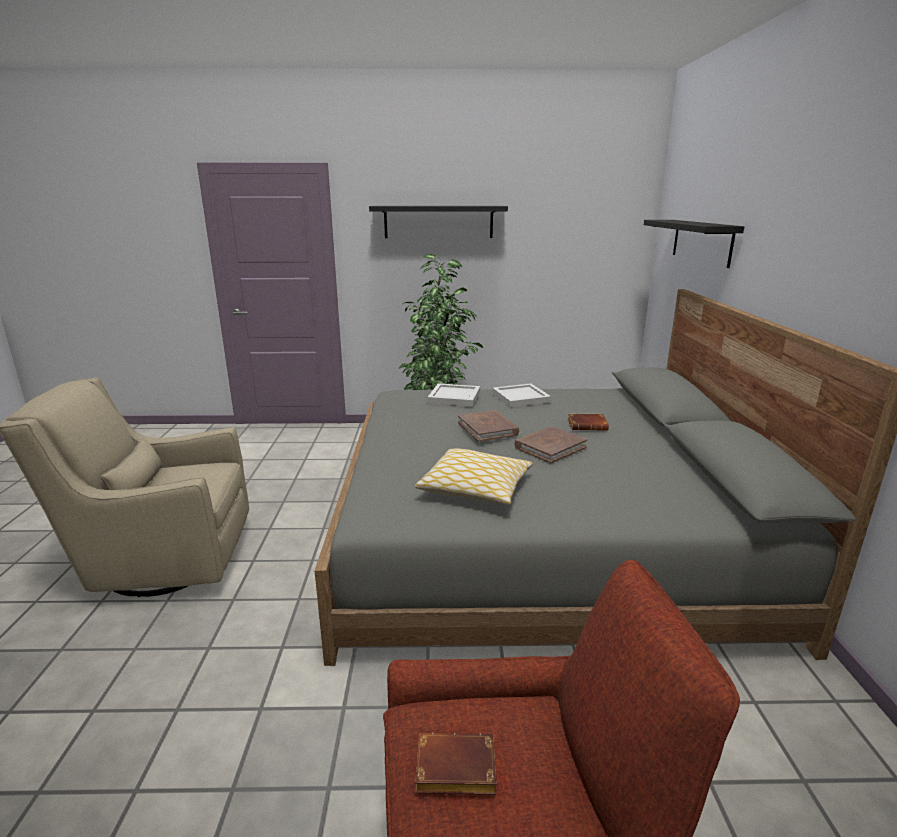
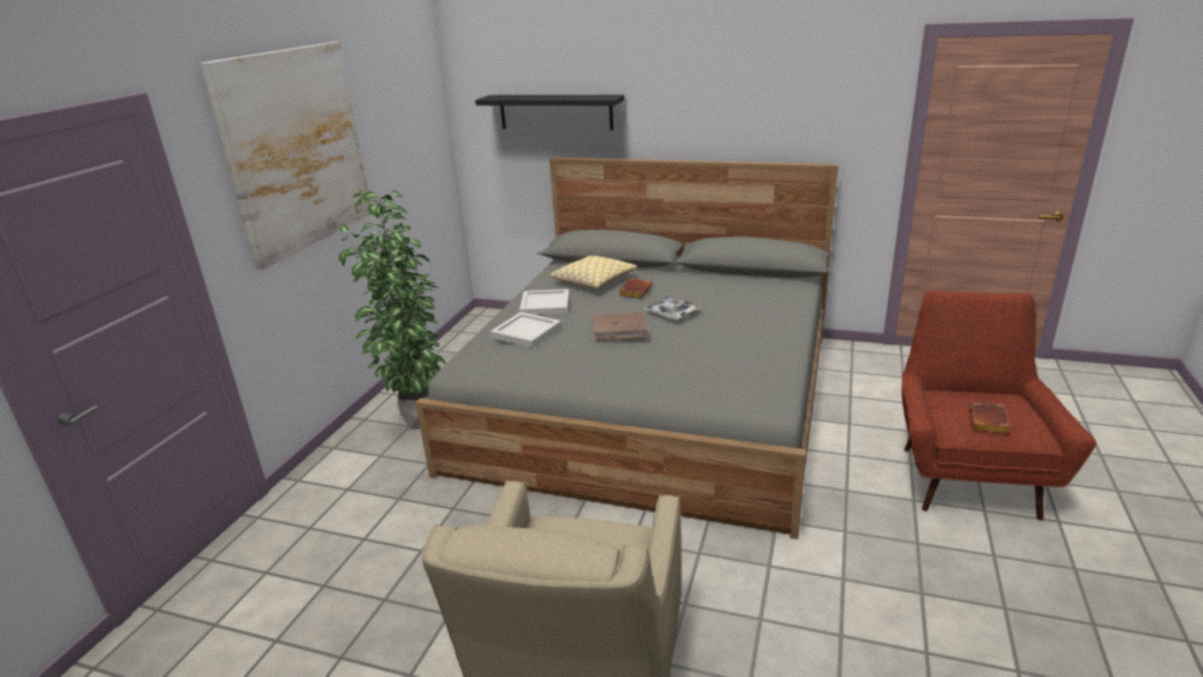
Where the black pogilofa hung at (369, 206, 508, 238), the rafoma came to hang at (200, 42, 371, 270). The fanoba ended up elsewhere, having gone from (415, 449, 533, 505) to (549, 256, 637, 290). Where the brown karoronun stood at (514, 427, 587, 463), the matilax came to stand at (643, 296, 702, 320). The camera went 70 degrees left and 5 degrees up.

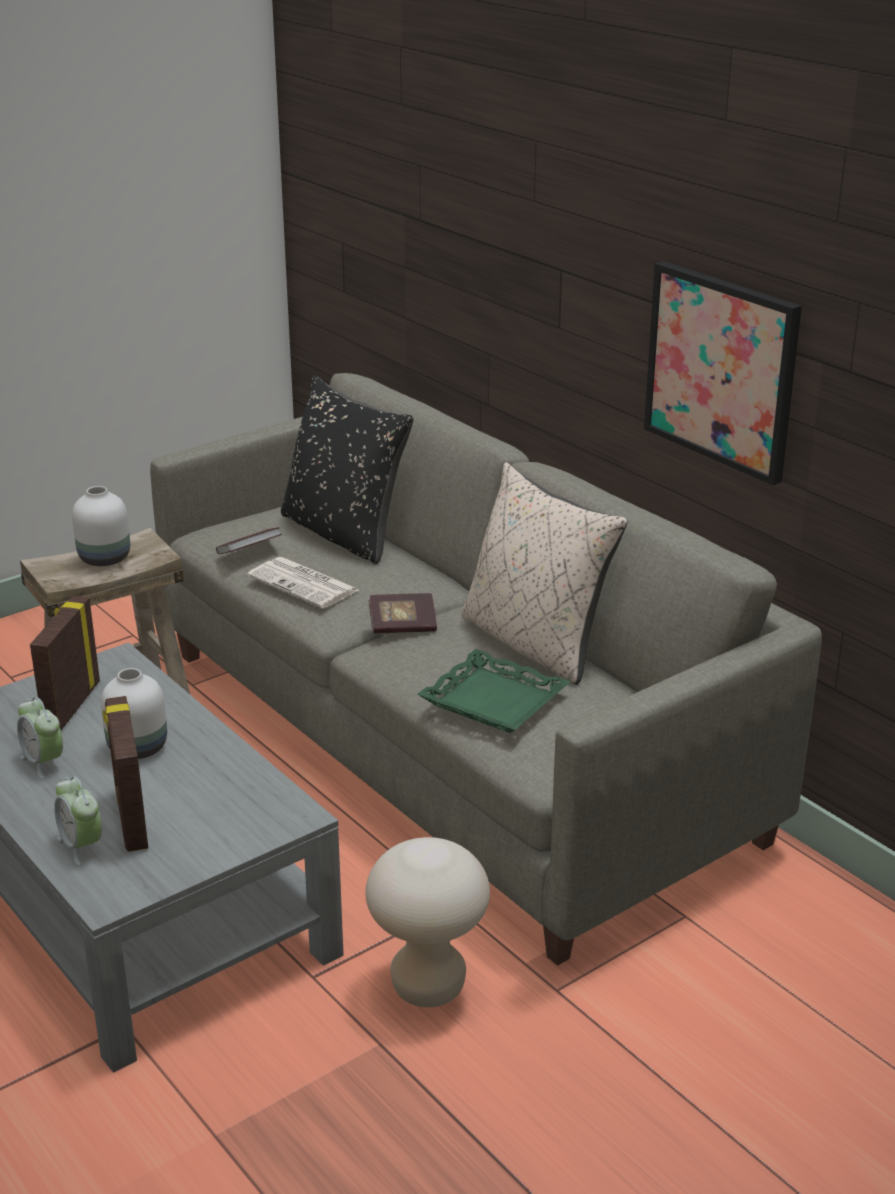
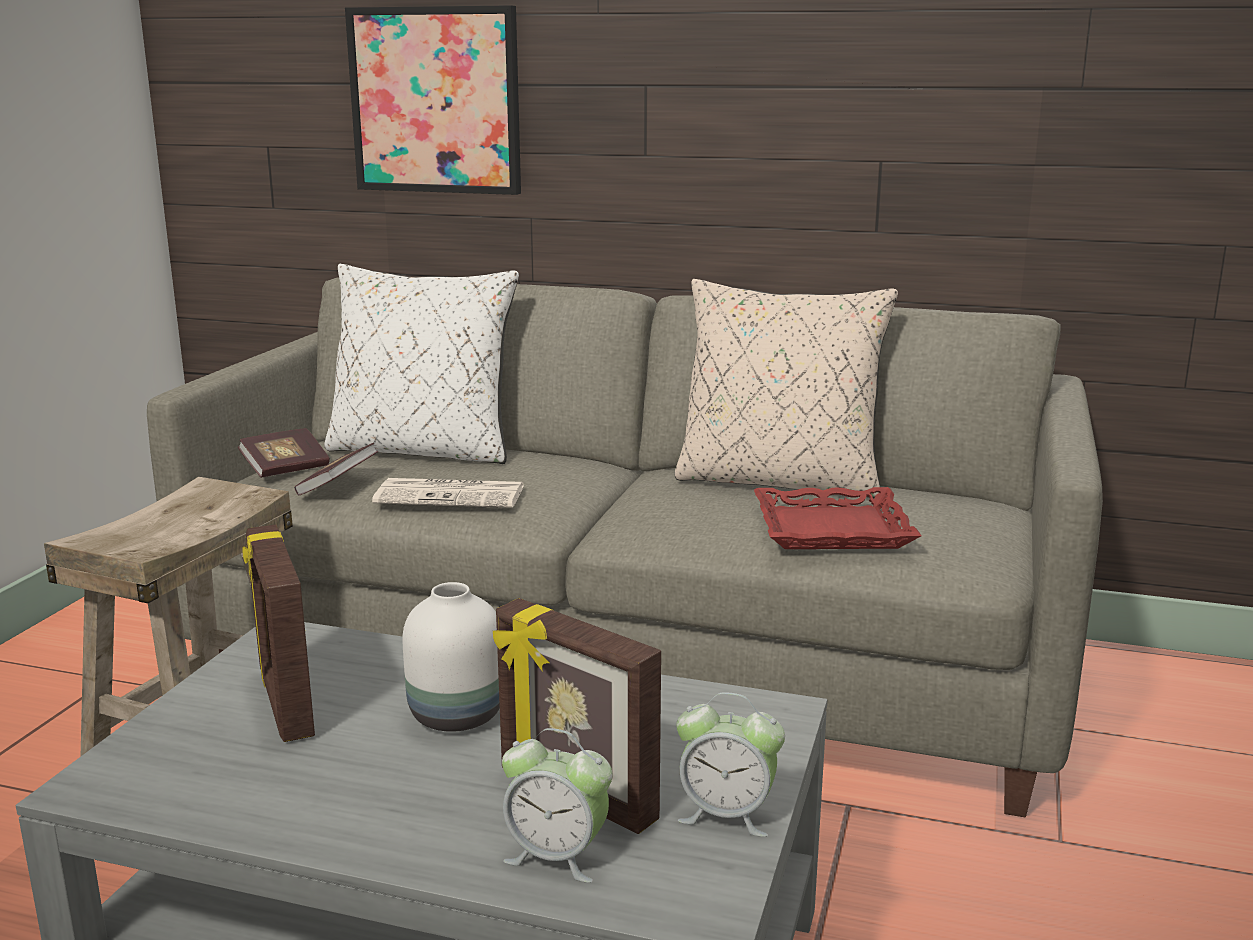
The karoronun ended up elsewhere, having gone from (368, 593, 437, 634) to (238, 428, 330, 478). What was the black fanoba at (281, 375, 414, 565) turned into the white fanoba at (324, 264, 519, 464). The rafoma ended up elsewhere, having gone from (644, 261, 802, 485) to (345, 5, 521, 195). The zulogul ended up elsewhere, having gone from (17, 697, 63, 779) to (676, 692, 785, 837). What was the green matilax at (418, 649, 570, 733) turned into the red matilax at (754, 487, 921, 549). The second view lost the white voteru at (72, 486, 130, 566). The second view lost the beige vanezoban at (365, 837, 490, 1007). The camera went 35 degrees left and 10 degrees down.

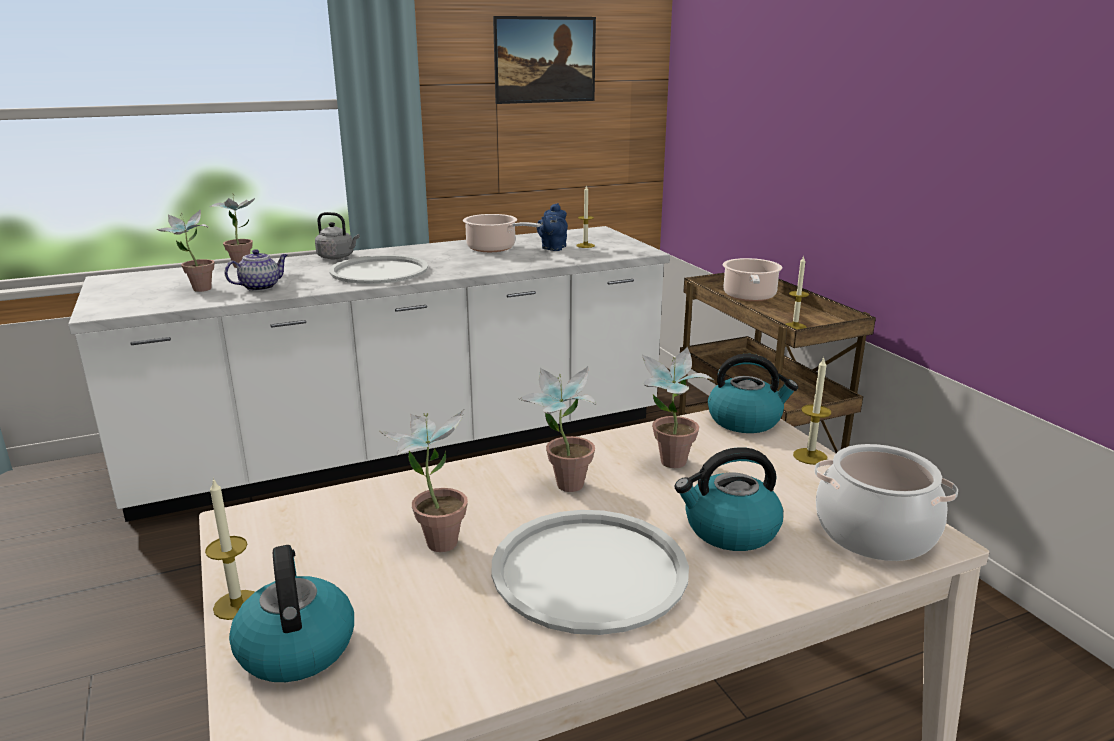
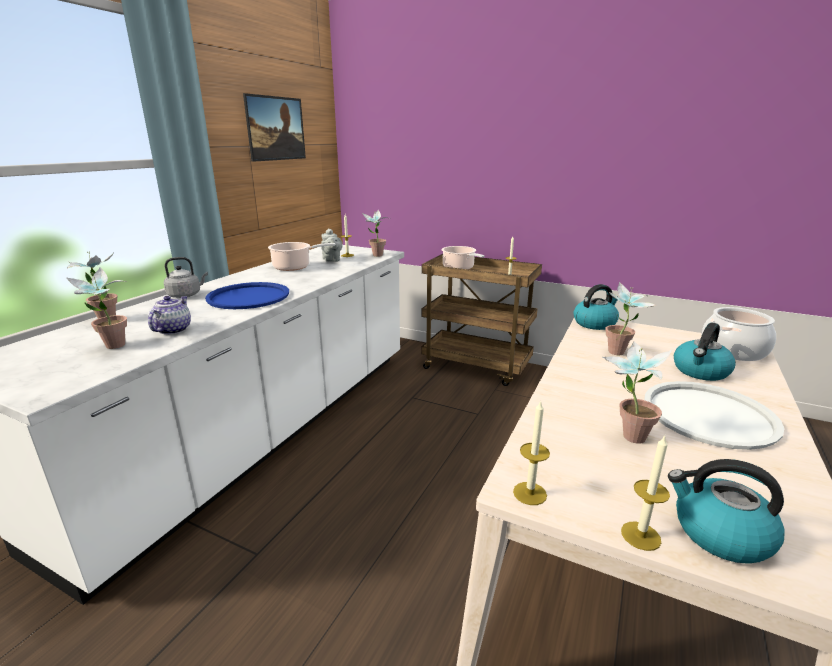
What was the white matilax at (329, 255, 428, 284) turned into the blue matilax at (205, 282, 289, 309). What was the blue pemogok at (537, 203, 568, 251) turned into the grey pemogok at (321, 228, 343, 262). The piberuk ended up elsewhere, having gone from (520, 366, 597, 492) to (362, 210, 390, 257). The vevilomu ended up elsewhere, having gone from (793, 357, 831, 465) to (513, 400, 550, 505). The camera went 40 degrees left and 0 degrees up.

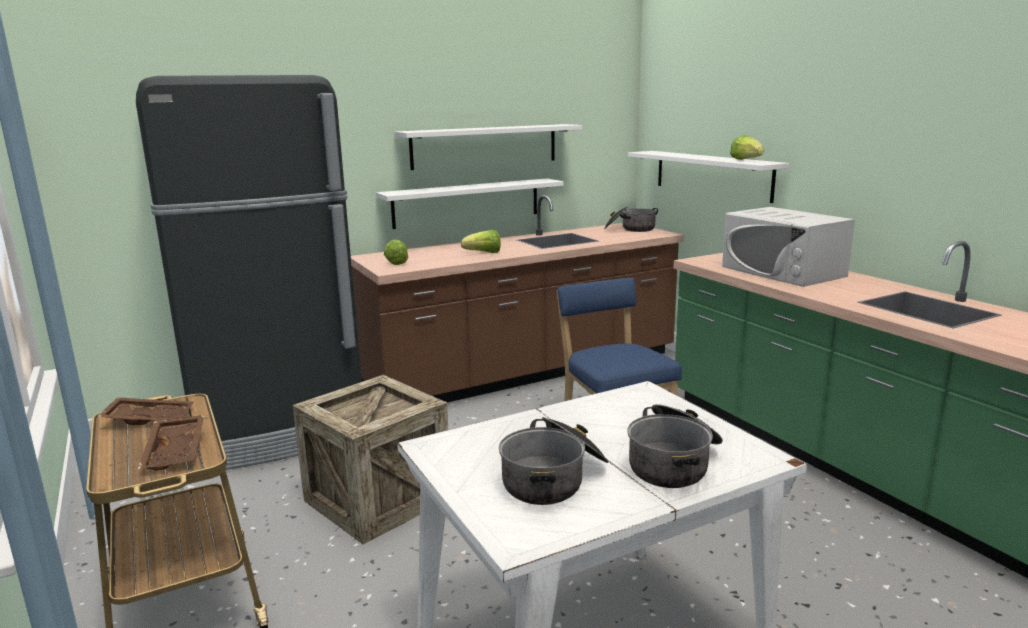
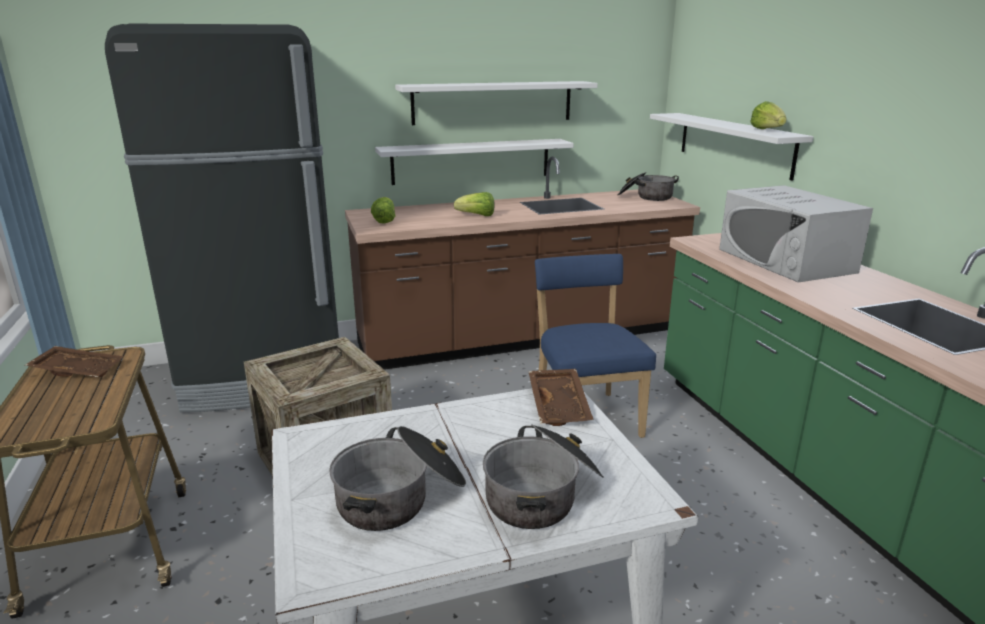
The brown matilax ended up elsewhere, having gone from (138, 415, 204, 471) to (528, 369, 594, 426). The camera went 10 degrees right and 5 degrees up.

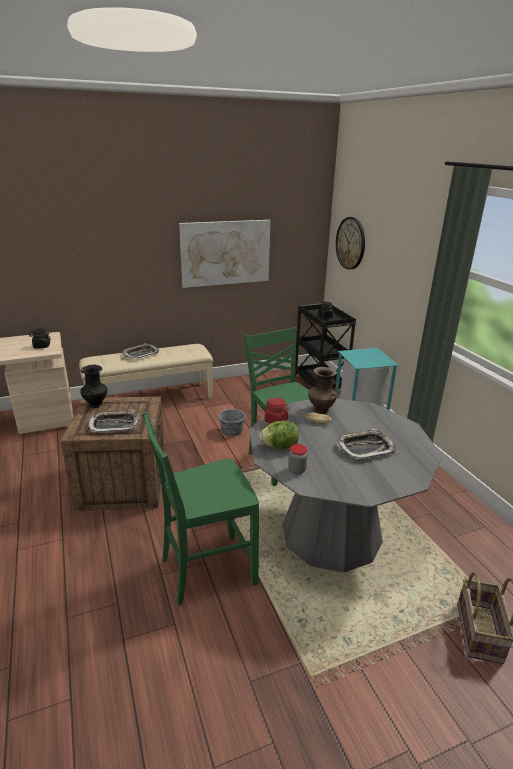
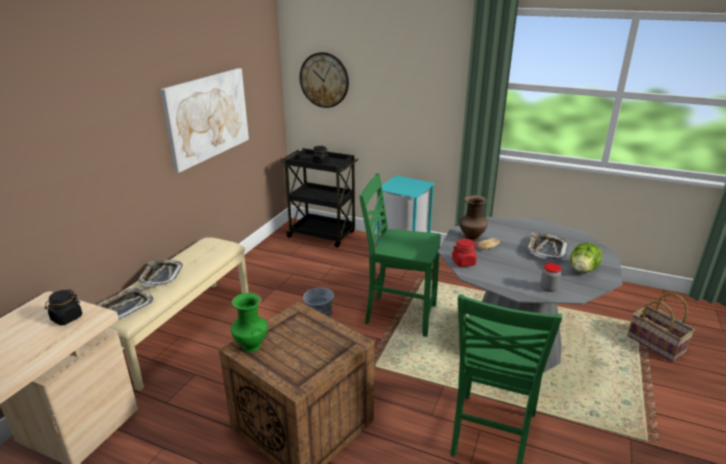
The matilax ended up elsewhere, having gone from (88, 410, 140, 432) to (97, 288, 154, 319). What was the black voteru at (80, 365, 108, 408) turned into the green voteru at (231, 293, 267, 352). The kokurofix ended up elsewhere, having gone from (259, 421, 299, 449) to (570, 243, 602, 273). The camera went 45 degrees left and 0 degrees up.

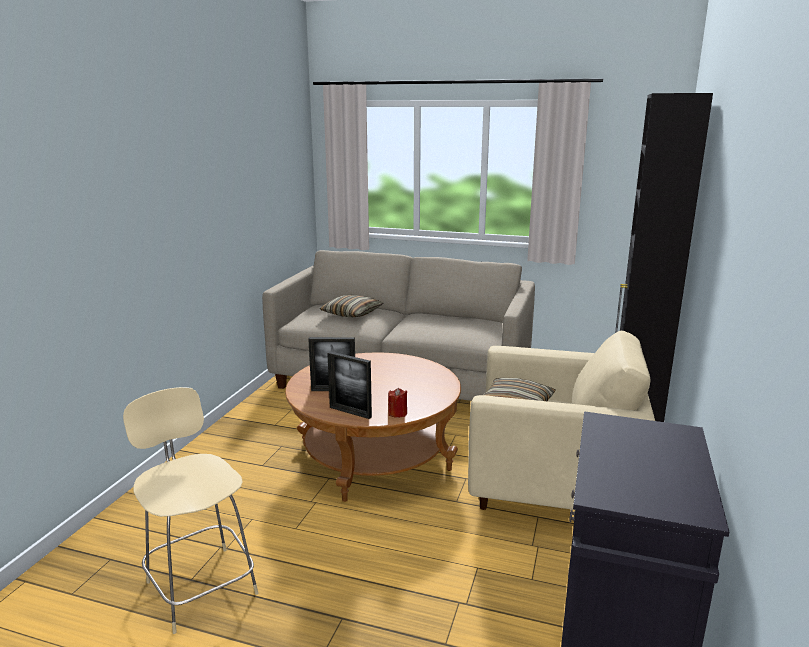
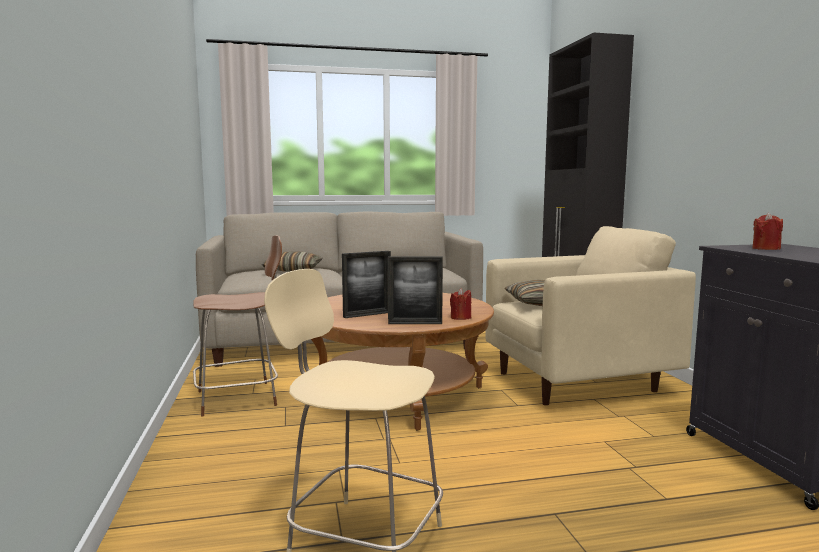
The second view gained the brown vanezoban at (193, 235, 282, 416). The second view gained the red vevilomu at (752, 213, 783, 250). The camera went 30 degrees left and 10 degrees down.

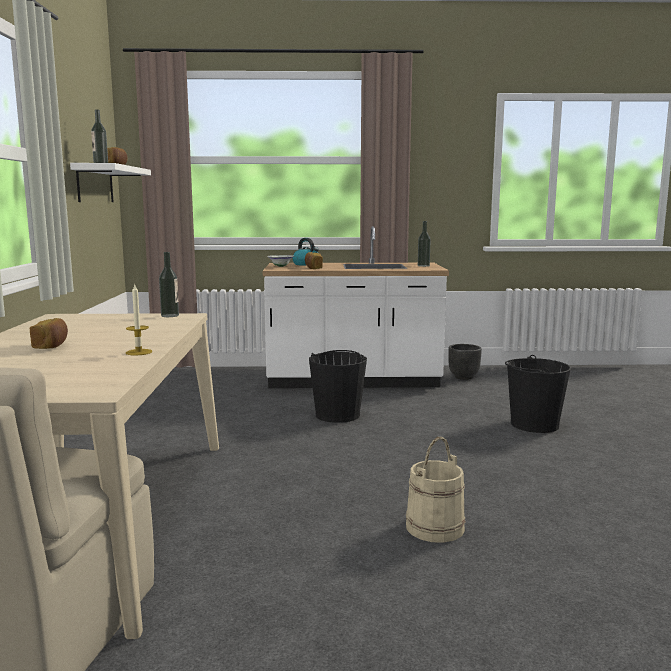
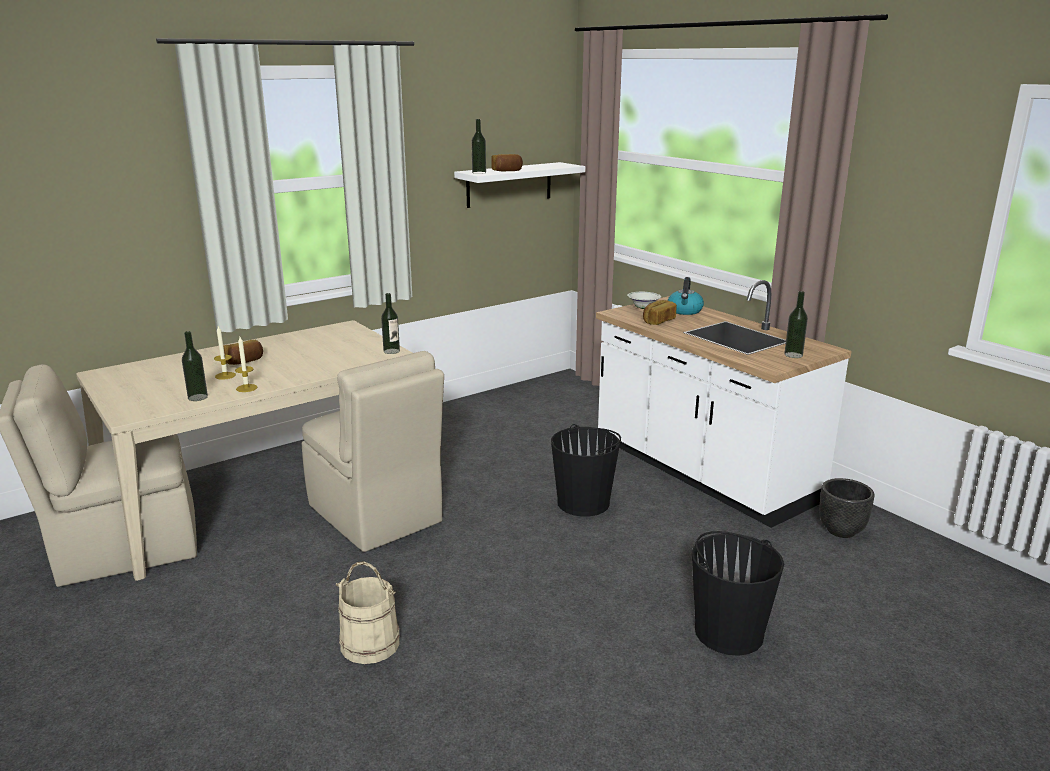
The second view gained the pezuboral at (182, 331, 208, 401). The second view gained the vevilomu at (214, 326, 236, 380). The second view gained the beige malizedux at (302, 351, 444, 552). The camera went 55 degrees right and 10 degrees up.

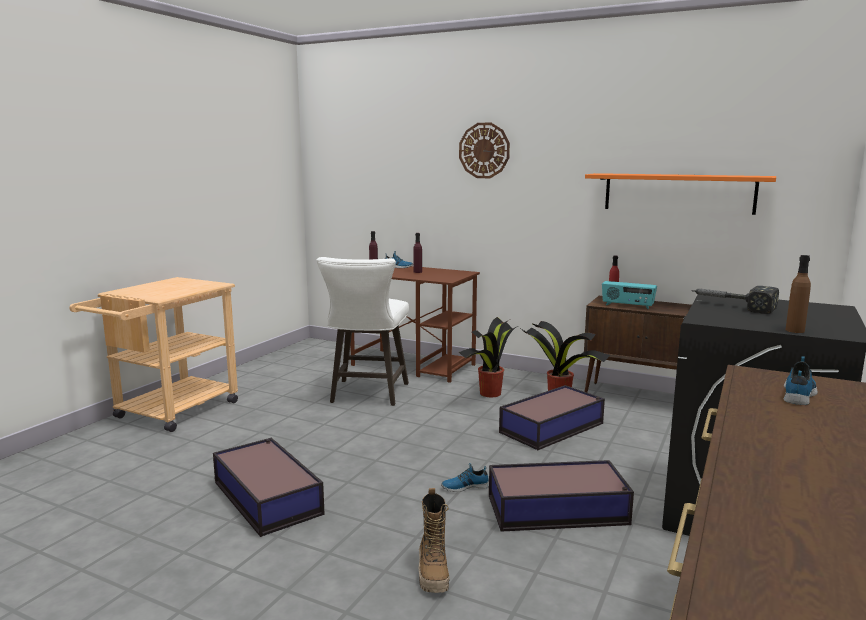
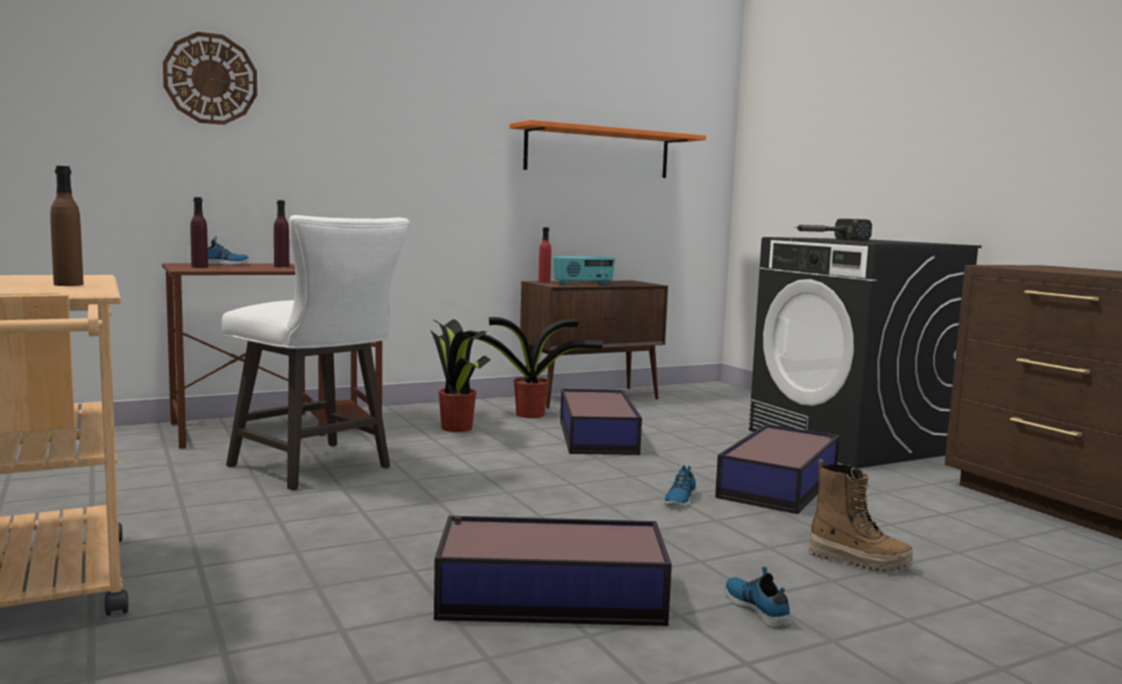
The brown pezuboral ended up elsewhere, having gone from (785, 255, 811, 333) to (50, 166, 84, 286). The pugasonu ended up elsewhere, having gone from (459, 123, 510, 178) to (163, 32, 257, 125). The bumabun ended up elsewhere, having gone from (784, 356, 818, 405) to (724, 566, 792, 629). The camera went 55 degrees left and 5 degrees down.

